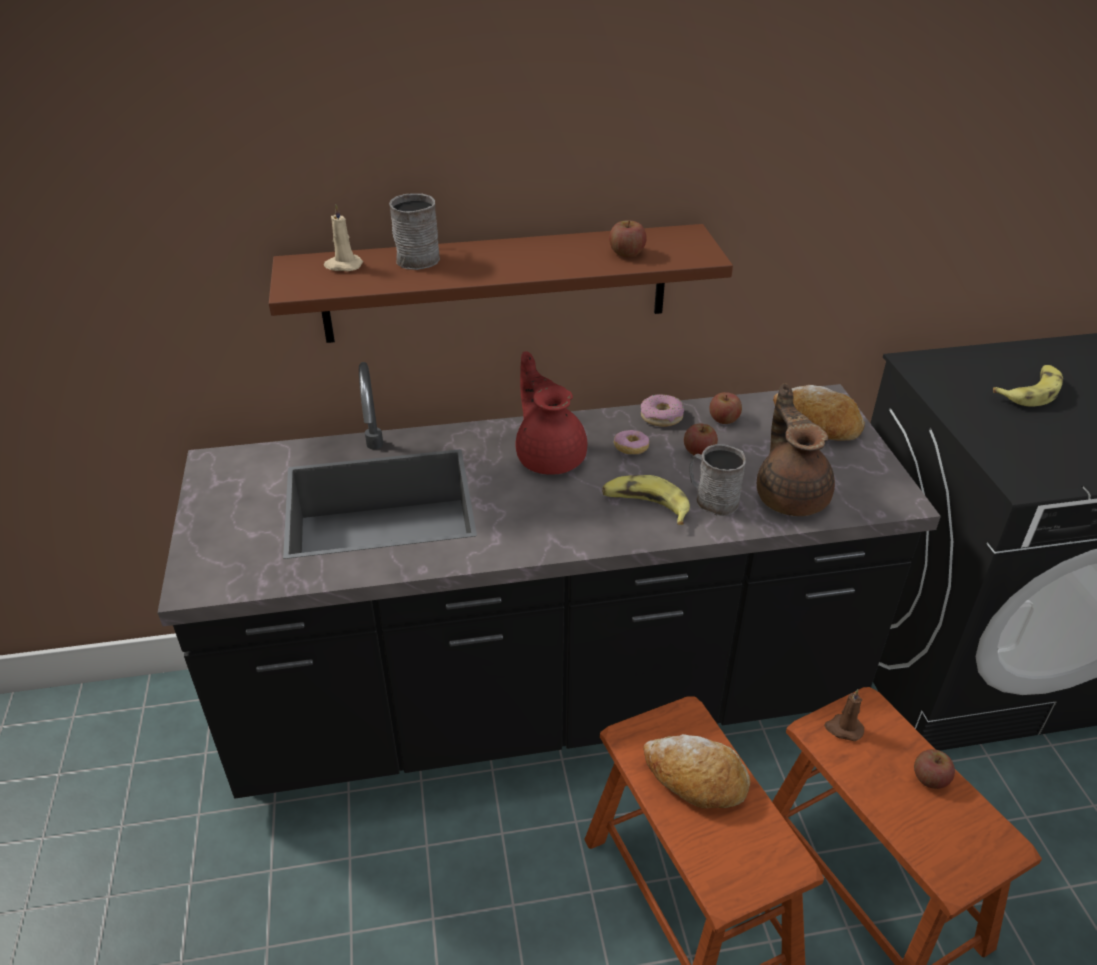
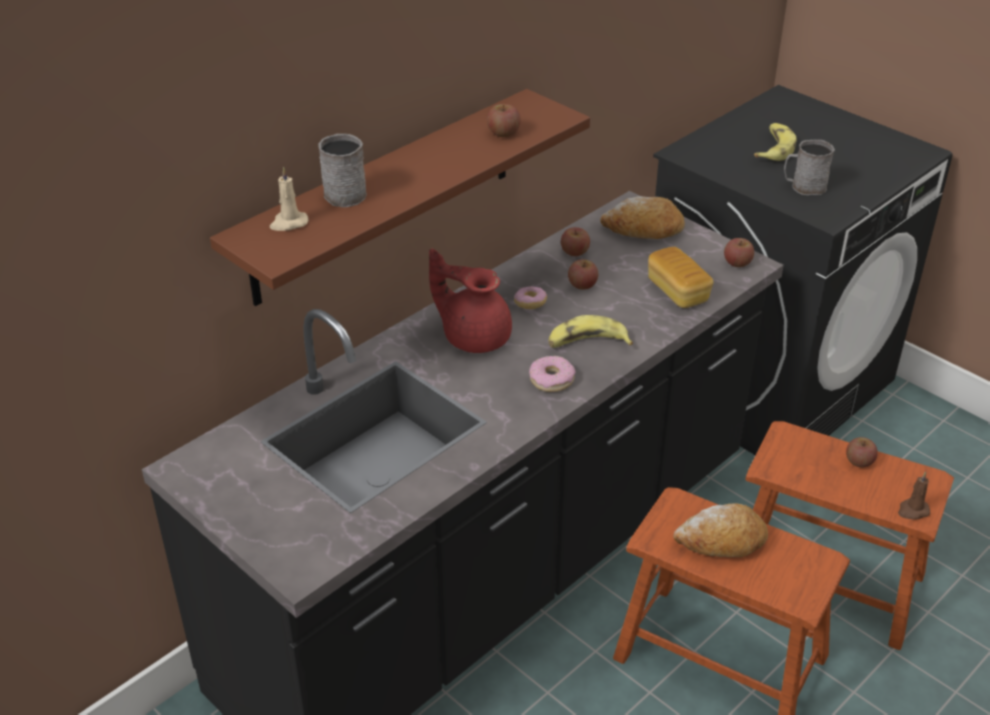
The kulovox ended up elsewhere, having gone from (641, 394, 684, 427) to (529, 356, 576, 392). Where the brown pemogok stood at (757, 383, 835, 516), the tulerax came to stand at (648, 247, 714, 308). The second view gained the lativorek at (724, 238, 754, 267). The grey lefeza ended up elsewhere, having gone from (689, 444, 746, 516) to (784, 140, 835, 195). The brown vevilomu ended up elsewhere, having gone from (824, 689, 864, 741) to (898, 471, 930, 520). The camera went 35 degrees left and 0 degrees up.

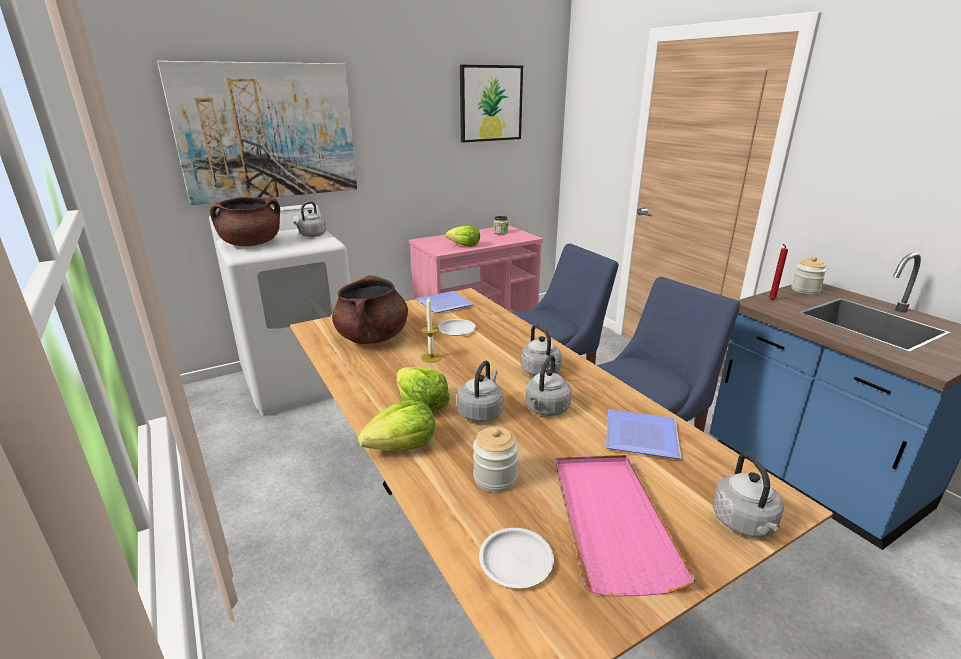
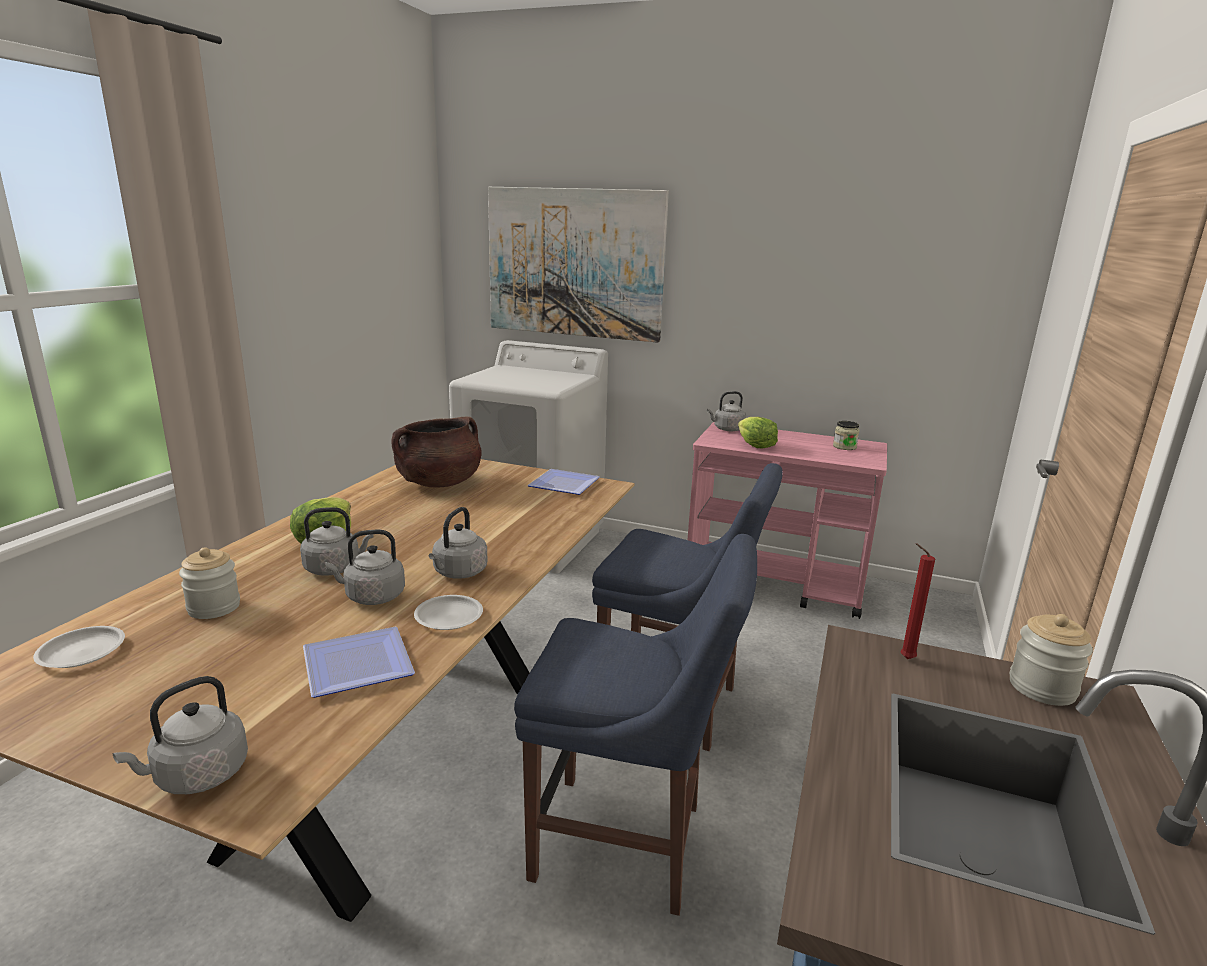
The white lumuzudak ended up elsewhere, having gone from (437, 319, 476, 336) to (414, 595, 483, 630). The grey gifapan ended up elsewhere, having gone from (294, 201, 326, 237) to (707, 391, 746, 431). The second view lost the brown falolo at (210, 197, 280, 246). The second view lost the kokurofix at (358, 400, 435, 451). The second view lost the vevilomu at (421, 296, 442, 363). The second view lost the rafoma at (460, 65, 523, 142). The second view lost the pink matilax at (555, 455, 696, 597). The camera went 50 degrees right and 5 degrees down.

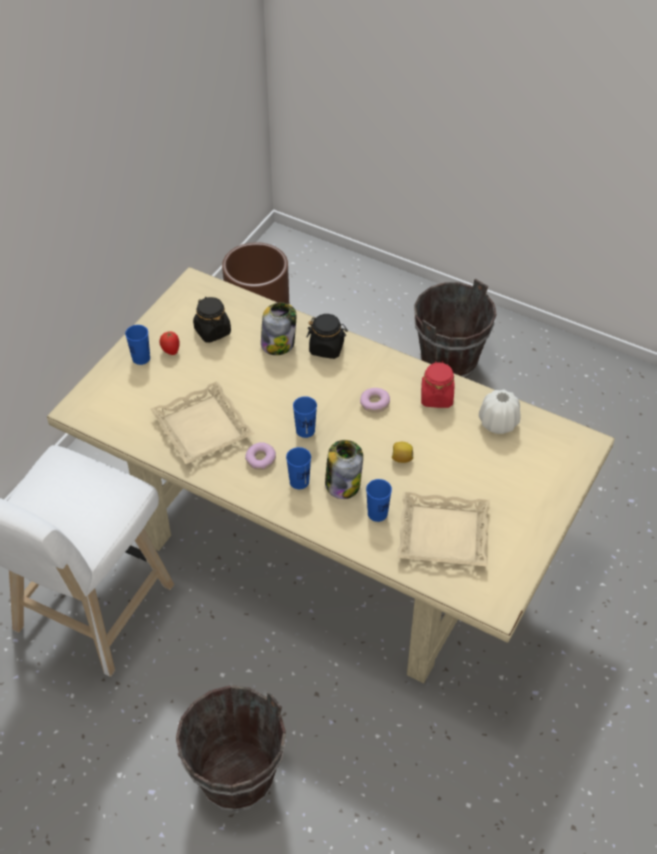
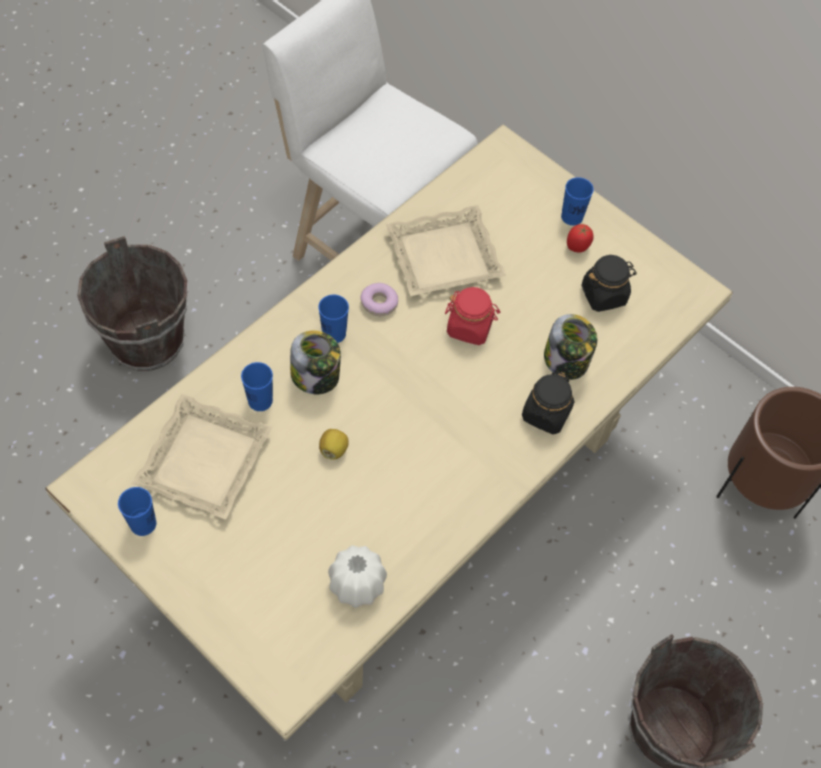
The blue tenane ended up elsewhere, having gone from (293, 396, 317, 438) to (118, 487, 156, 536). The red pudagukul ended up elsewhere, having gone from (421, 361, 454, 408) to (445, 287, 500, 345). The second view lost the kulovox at (360, 388, 390, 413). The camera went 100 degrees right and 10 degrees up.

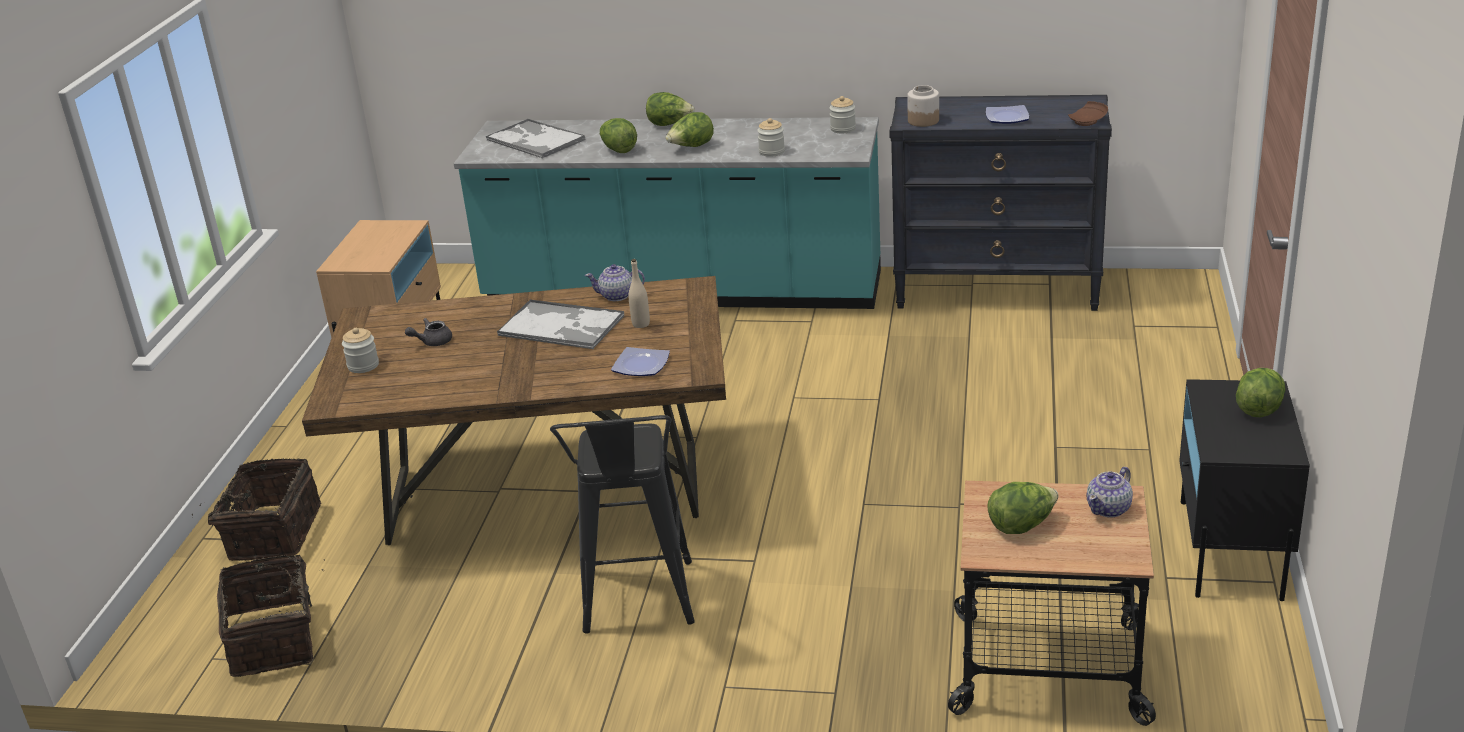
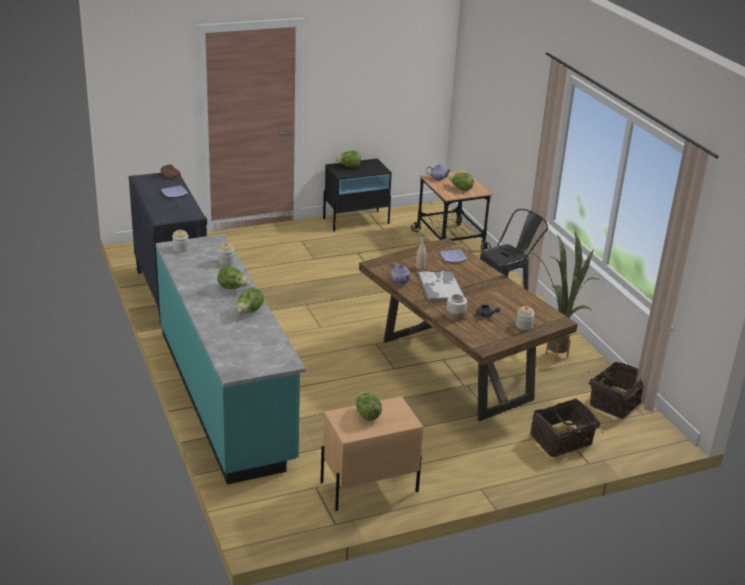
The kokurofix ended up elsewhere, having gone from (646, 92, 695, 126) to (356, 392, 382, 421). The pudagukul ended up elsewhere, having gone from (907, 85, 939, 127) to (446, 294, 467, 321). The second view gained the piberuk at (521, 231, 601, 362). The second view lost the matilax at (486, 119, 586, 158). The camera went 125 degrees left and 0 degrees up.

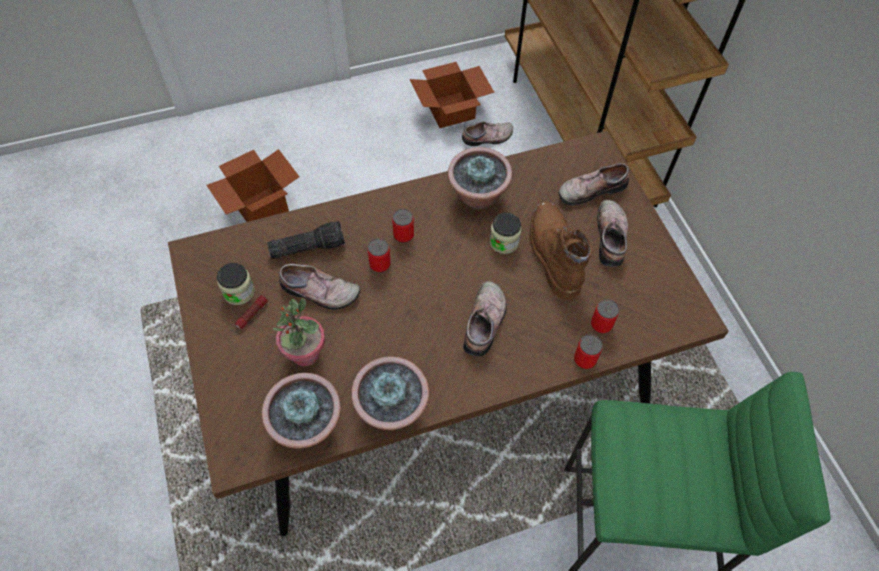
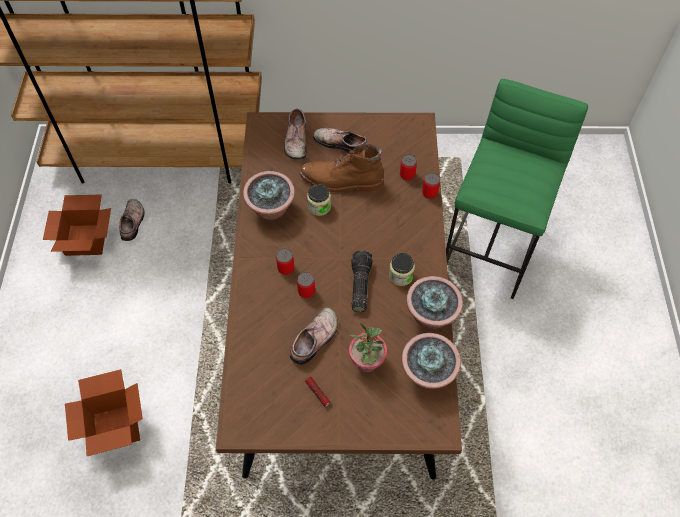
The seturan ended up elsewhere, having gone from (267, 221, 345, 259) to (351, 251, 373, 312). The pudagukul ended up elsewhere, having gone from (217, 263, 255, 305) to (389, 253, 415, 286). The second view lost the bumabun at (463, 281, 507, 356). The camera went 70 degrees left and 0 degrees up.

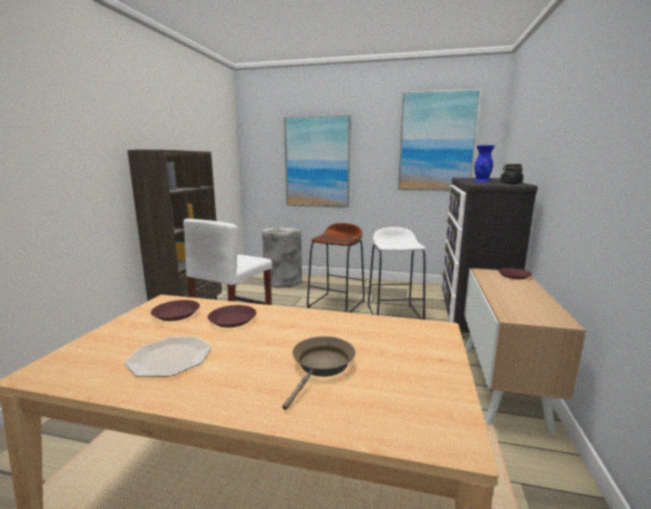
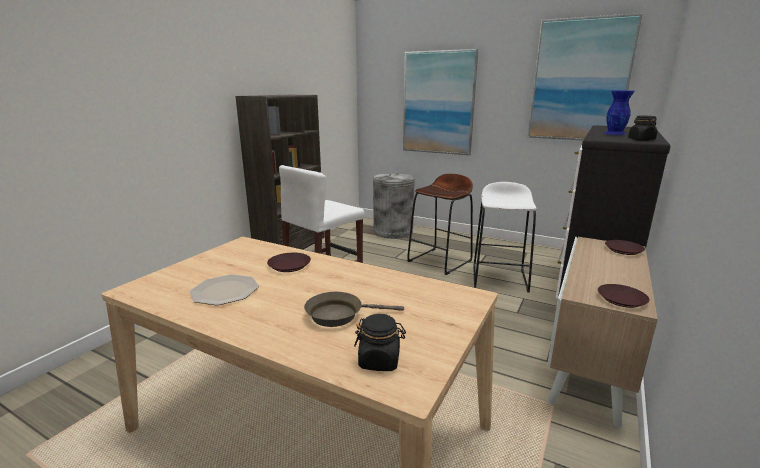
The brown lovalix at (282, 336, 355, 410) ended up facing another way, 135 degrees counterclockwise from before. The second view gained the black pudagukul at (354, 314, 406, 371). The brown lumuzudak ended up elsewhere, having gone from (151, 300, 200, 321) to (598, 284, 650, 308). The camera went 15 degrees right and 5 degrees up.

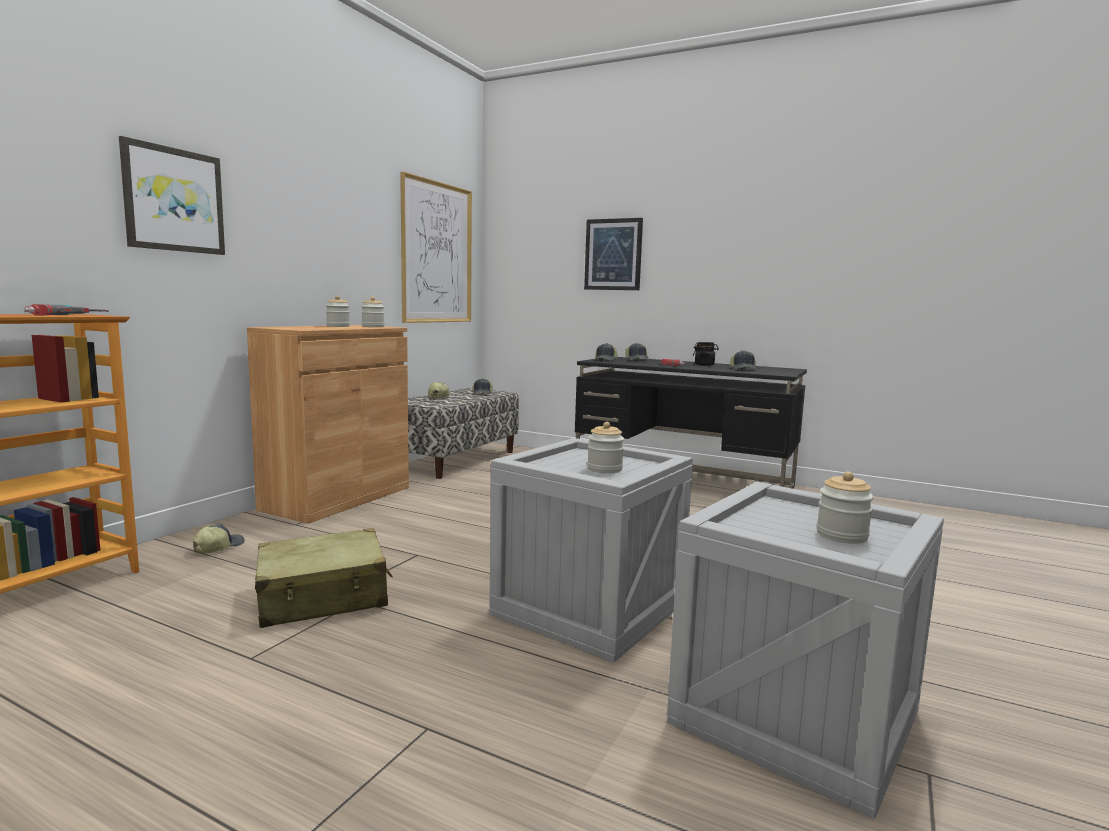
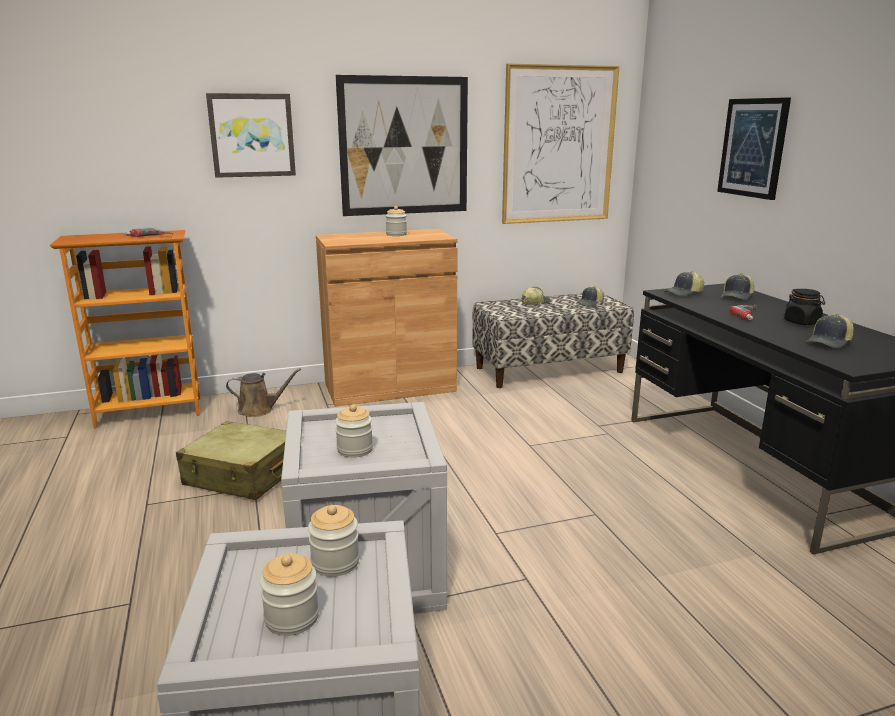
Where the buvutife stood at (193, 524, 245, 554), the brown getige came to stand at (226, 368, 301, 417). The pudagukul ended up elsewhere, having gone from (361, 297, 385, 327) to (308, 505, 359, 577). The second view gained the rafoma at (336, 75, 468, 216). The camera went 45 degrees right and 10 degrees up.

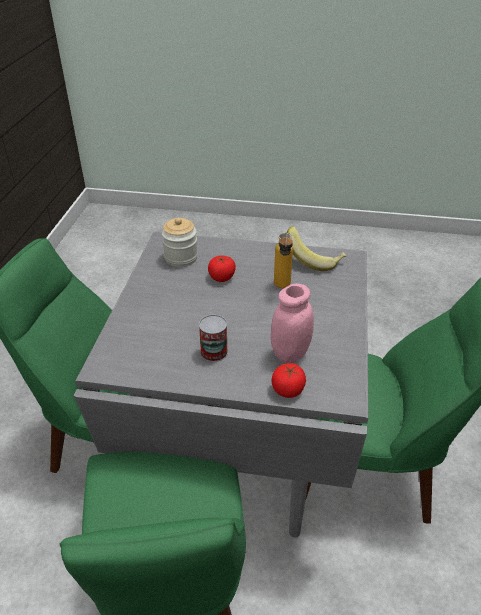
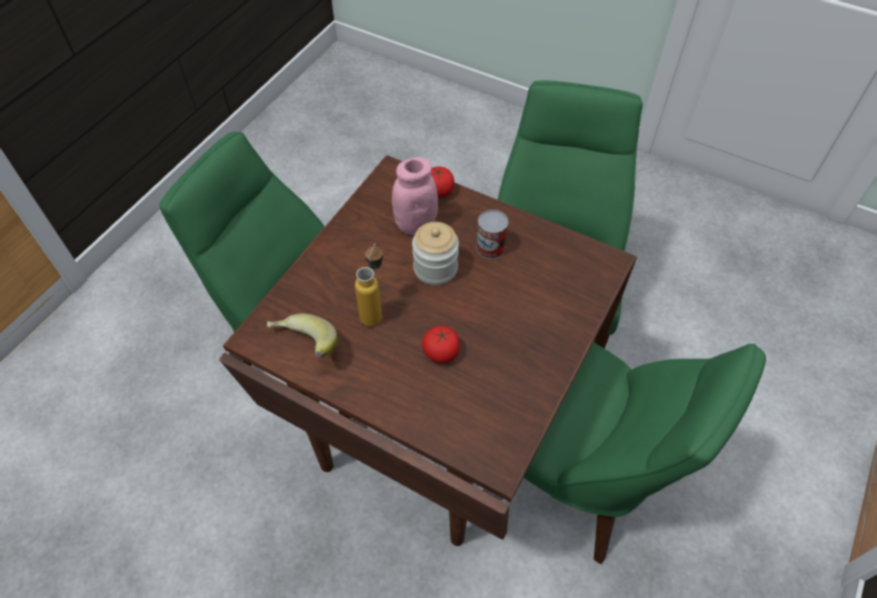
What was the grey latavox at (74, 232, 368, 537) turned into the brown latavox at (219, 155, 637, 546). The pudagukul ended up elsewhere, having gone from (162, 218, 198, 267) to (412, 222, 459, 286). The camera went 160 degrees left and 15 degrees up.

